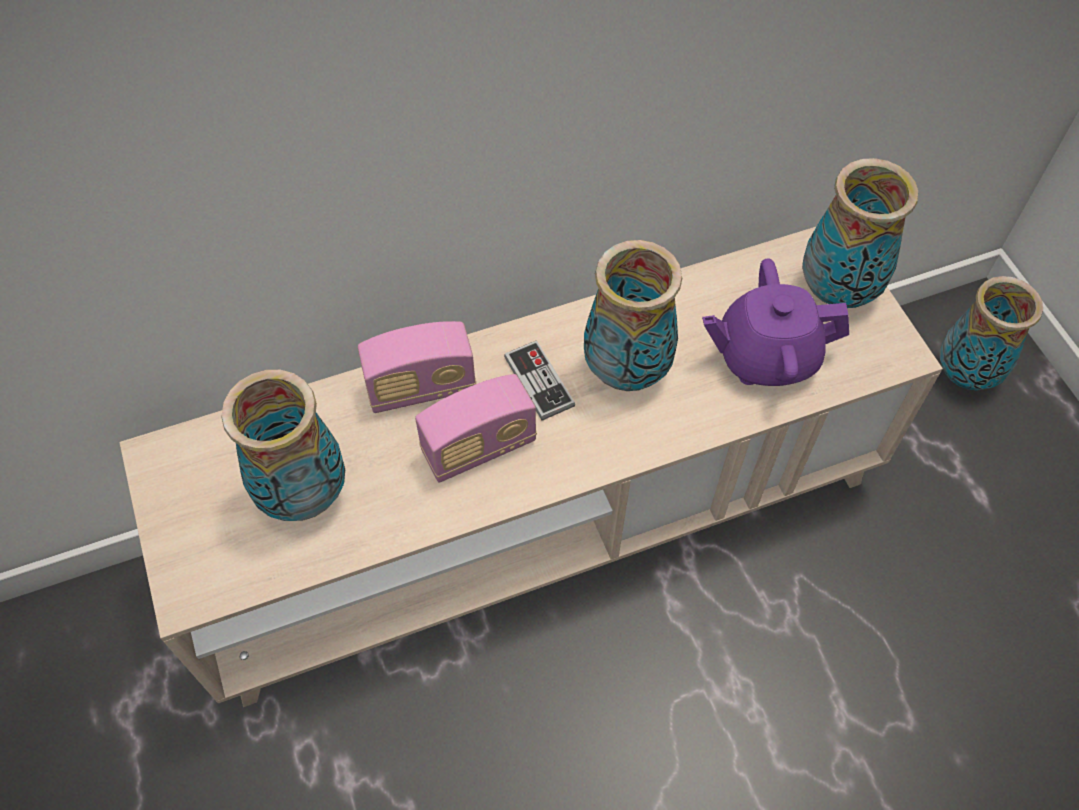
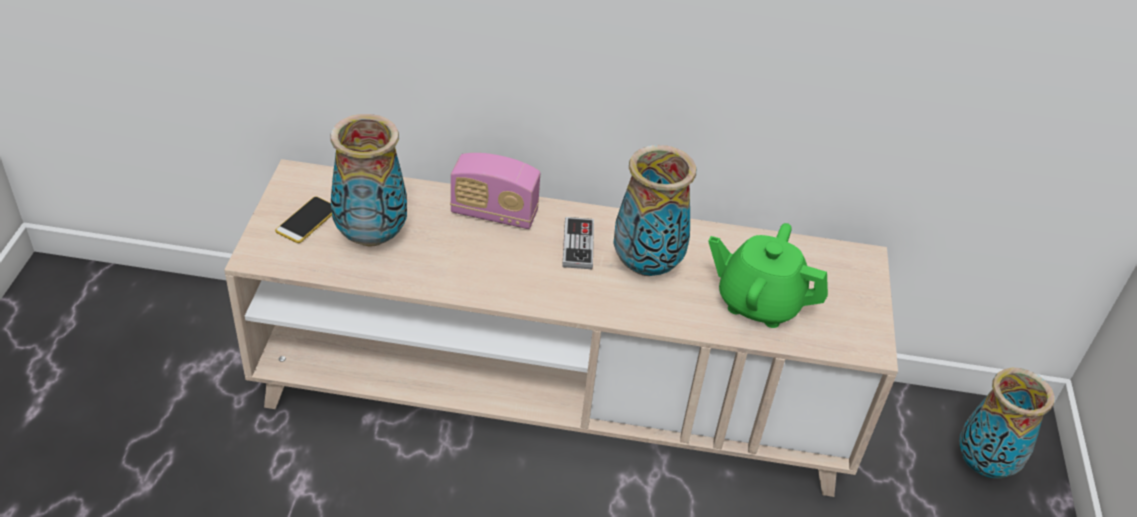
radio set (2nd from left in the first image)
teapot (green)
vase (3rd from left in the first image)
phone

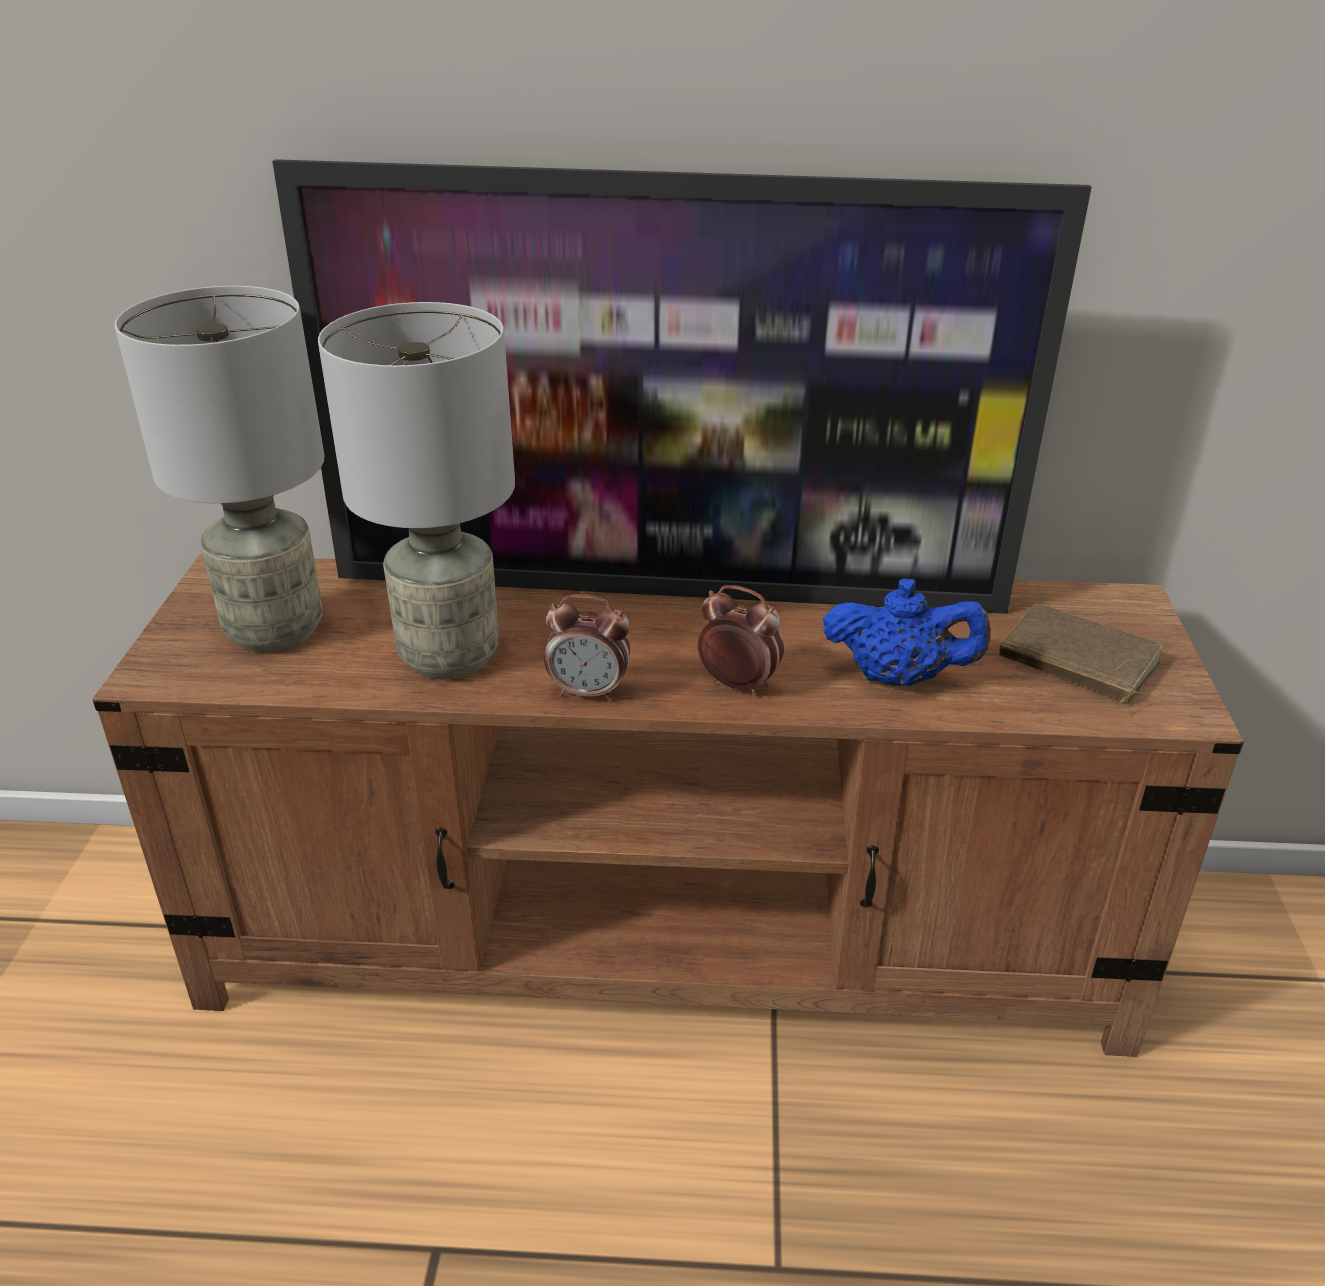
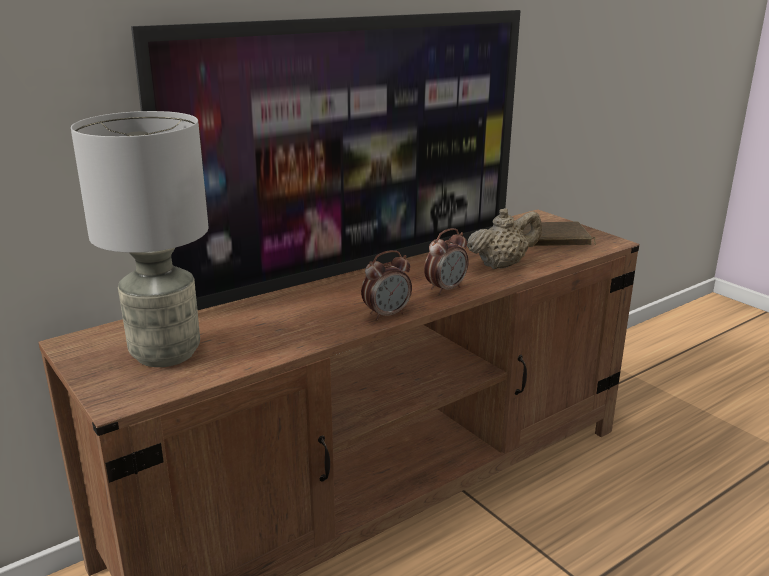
table lamp (gray) (2nd from left in the first image)
table clock (2nd from left)
teapot (beige-coloured)

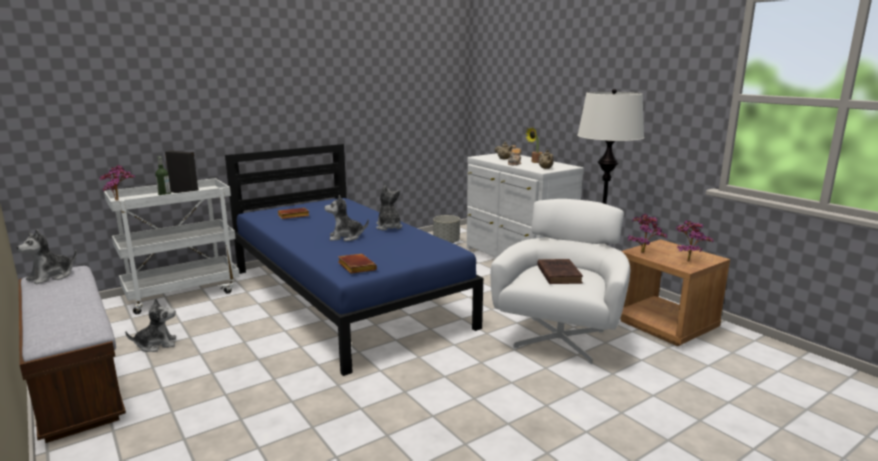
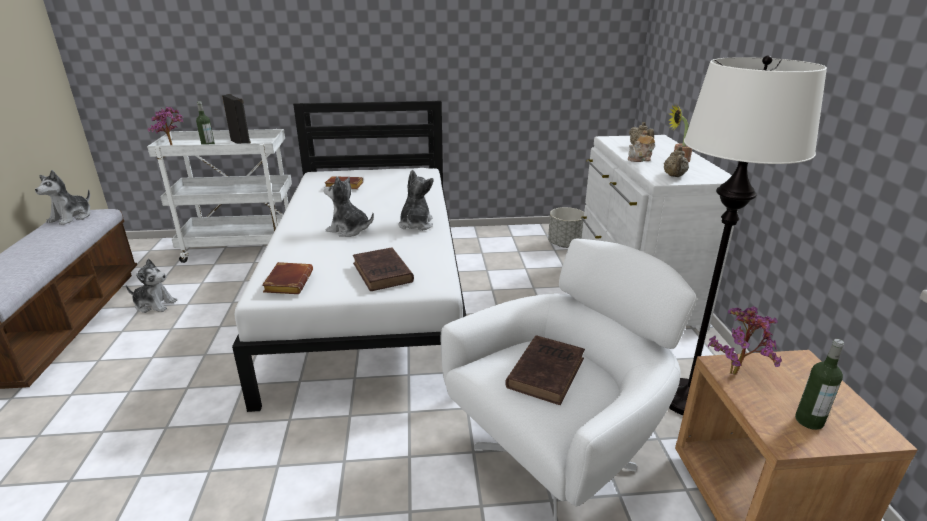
soft toy (1st from left)
sleeping bed (white-coloured)
beverage bottle (2nd from left)
volume (brown-coloured) (3rd from left)

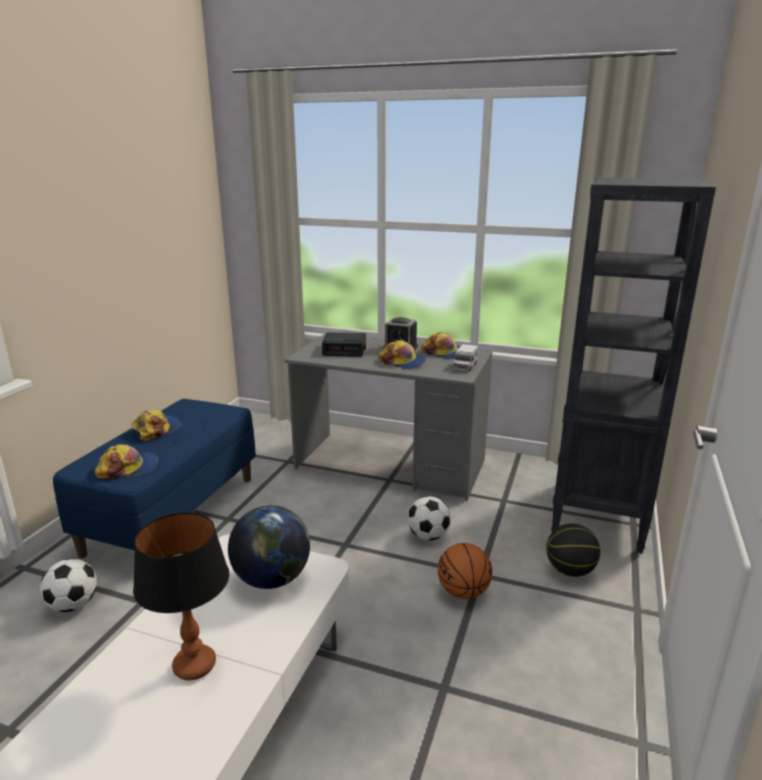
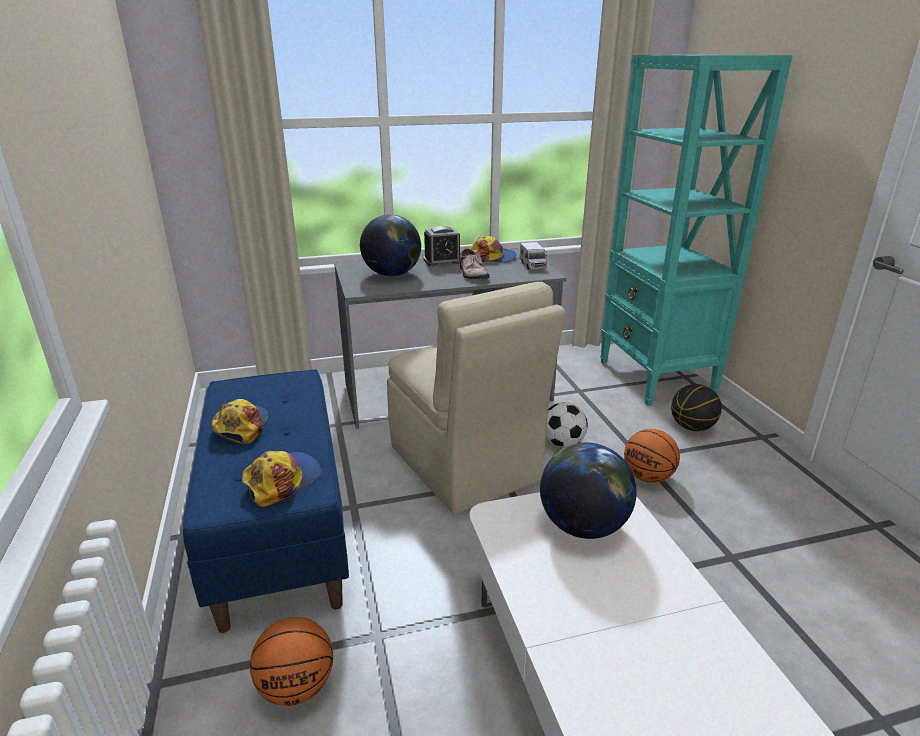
ball for basketball (1st from left)
table lamp
desk globe (1st from left)
low shoe
bookshelf (blue-green)
upright chair (beige-coloured)

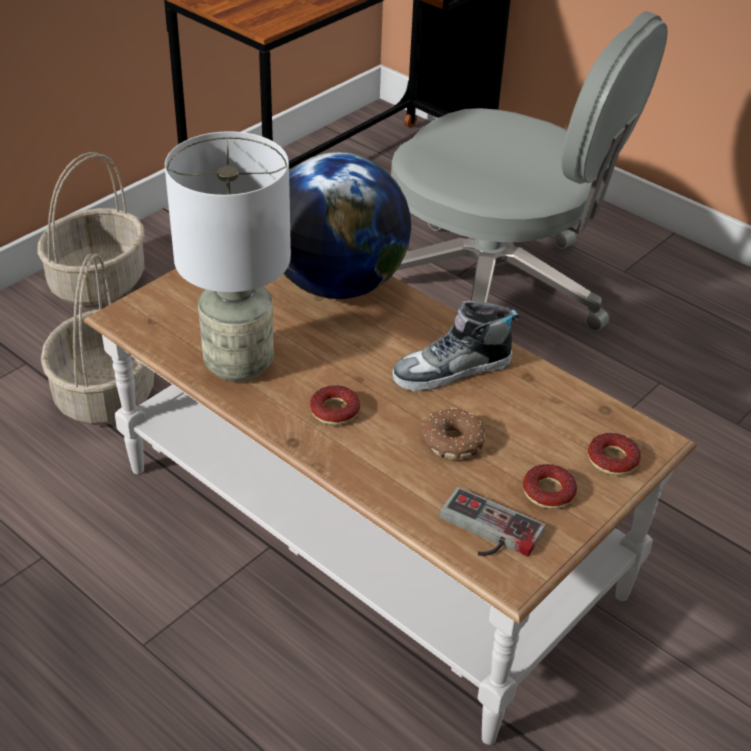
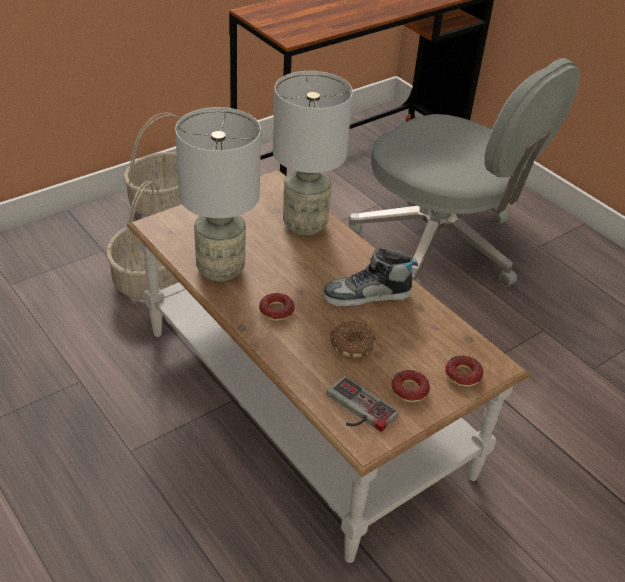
table lamp (gray) (2nd from left)

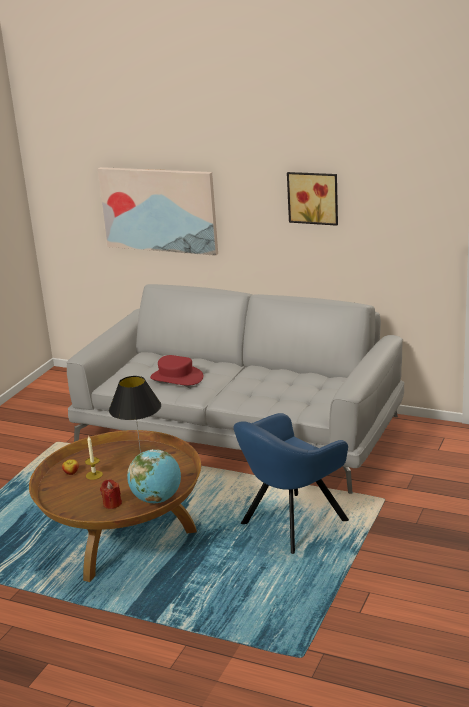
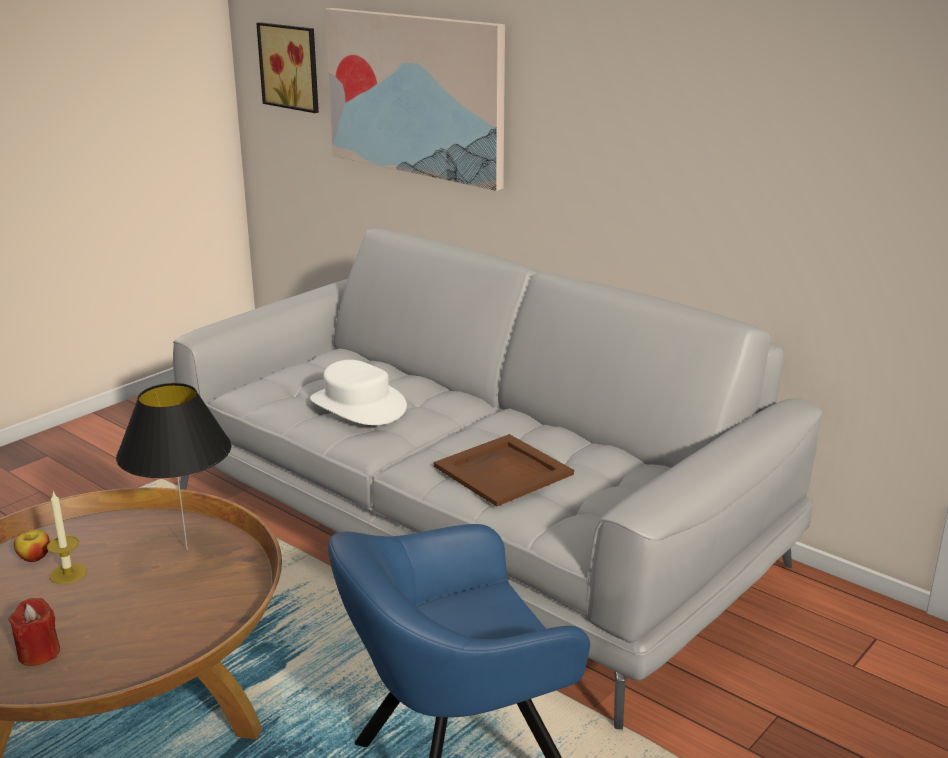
desk globe
clothing hat (white-coloured)
picture (1st from left)
tray (brown-coloured)

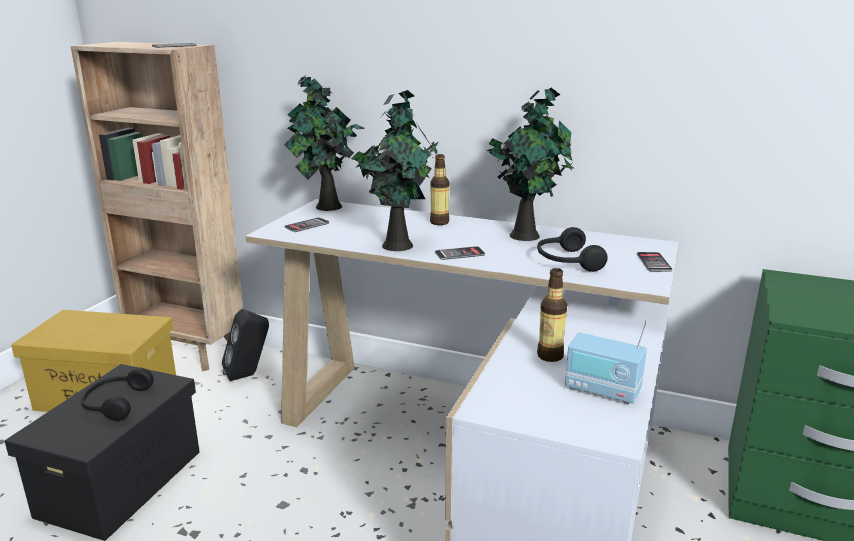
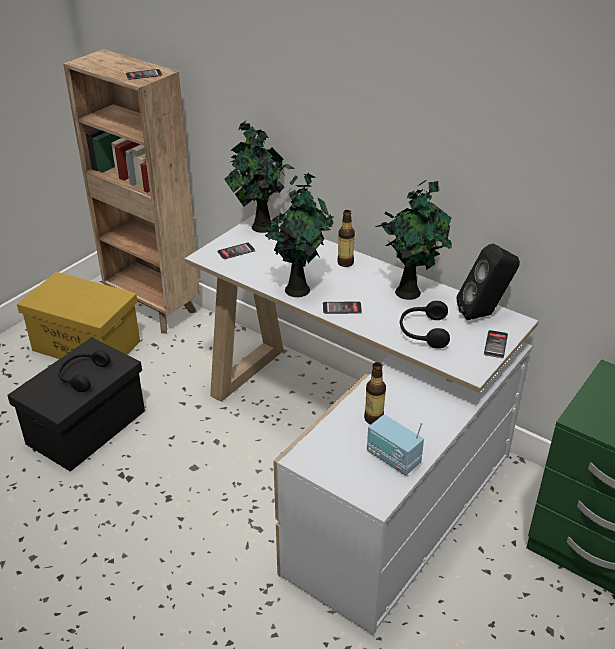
audio speaker (black)

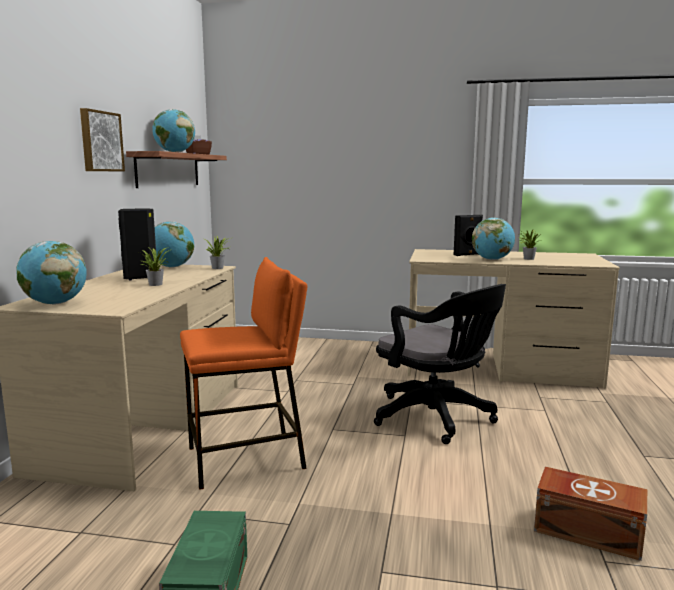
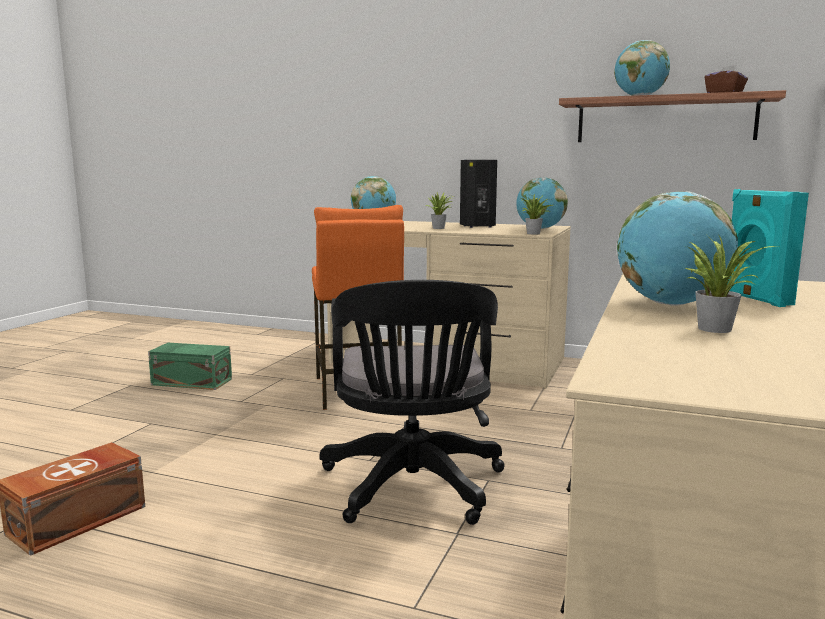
picture
computer chair (black)
audio speaker (blue-green)

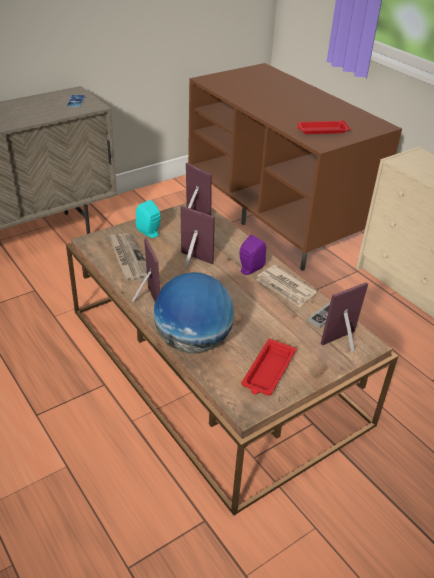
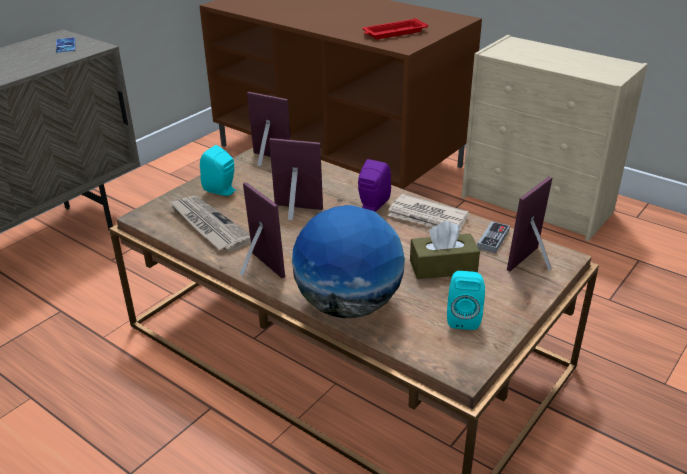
audio speaker (blue-green) (2nd from left)
tissue holder (brown-coloured)

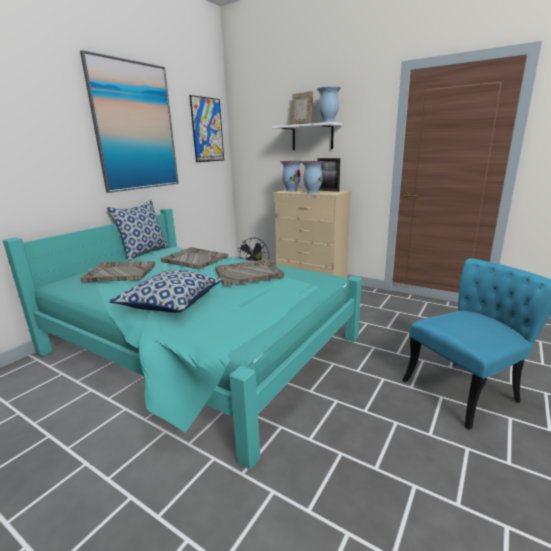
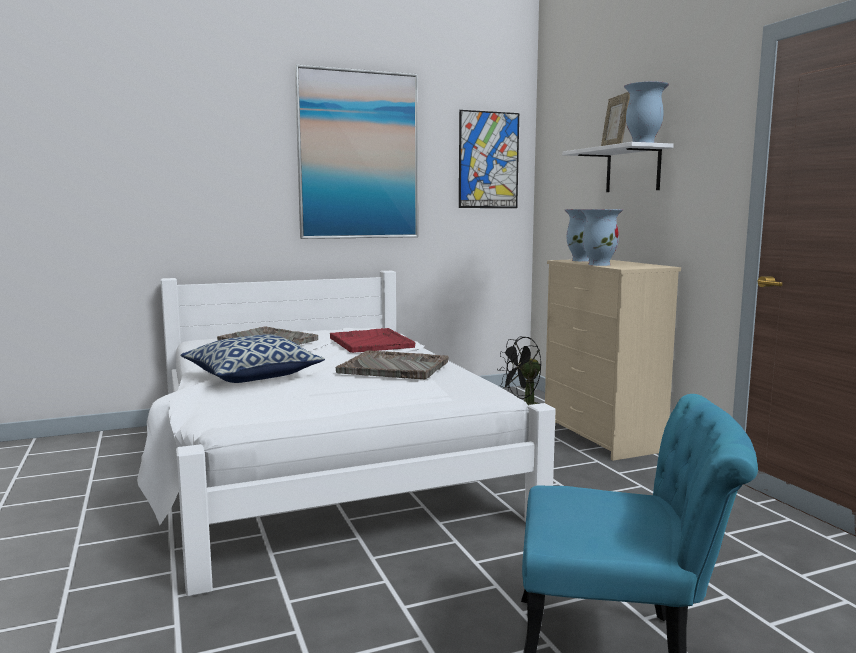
sleeping bed (white-coloured)
throw pillow (1st from left in the first image)
tray (red)
photo frame (2nd from left in the first image)

